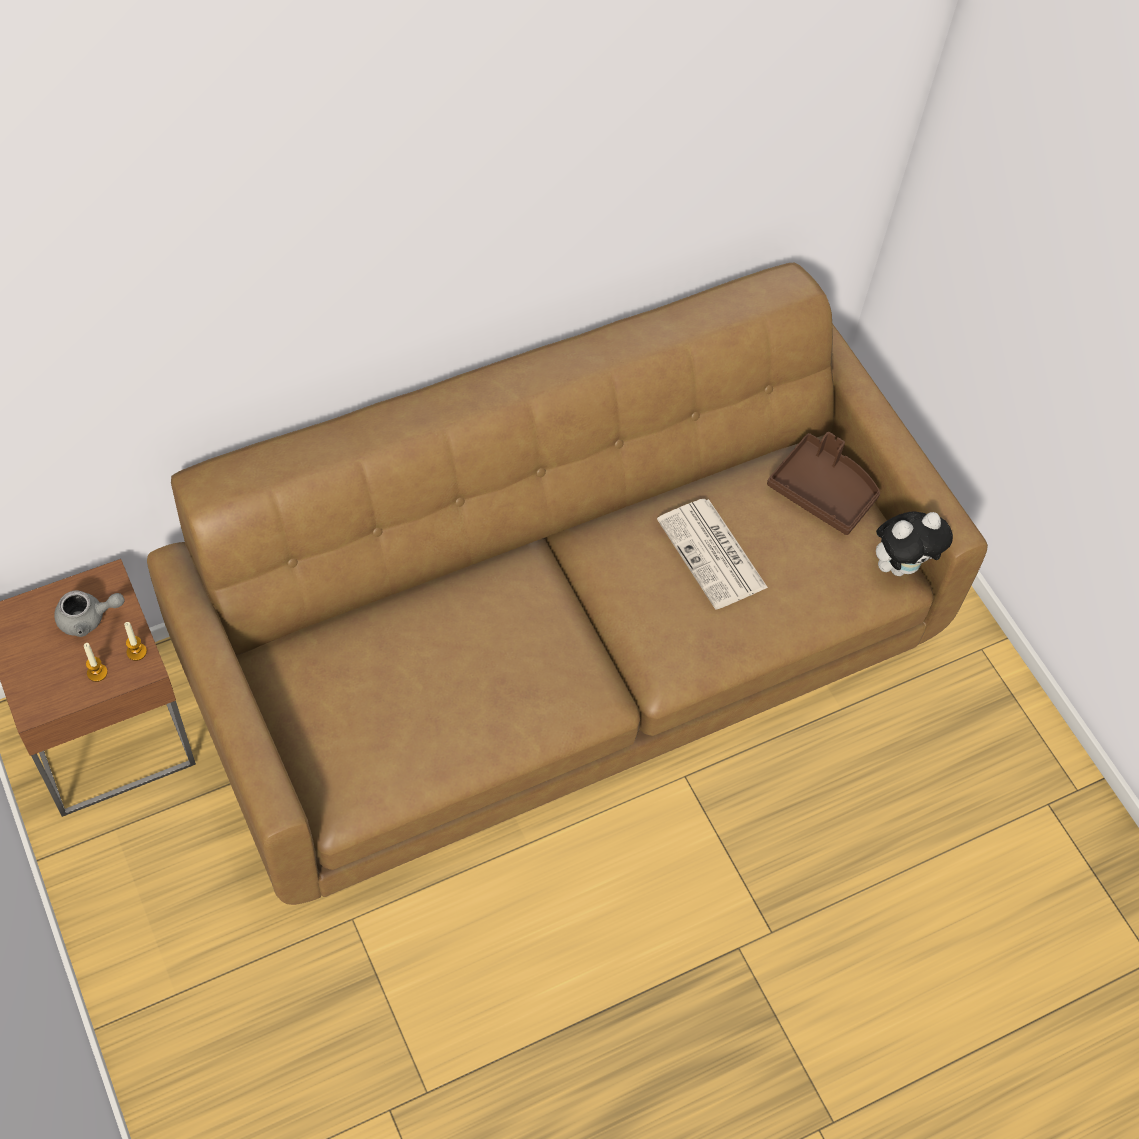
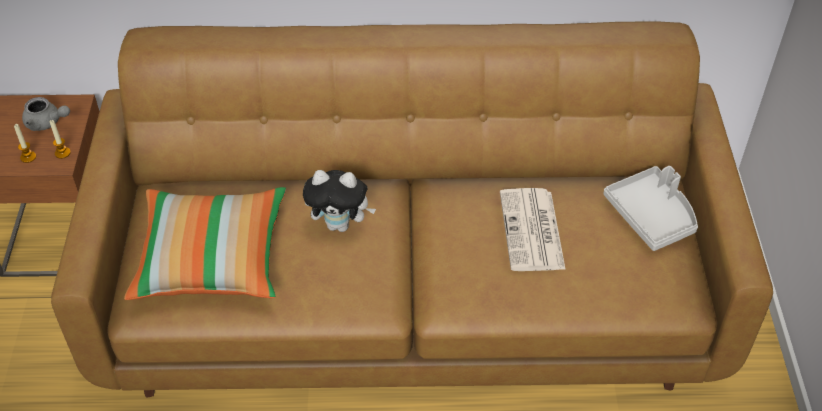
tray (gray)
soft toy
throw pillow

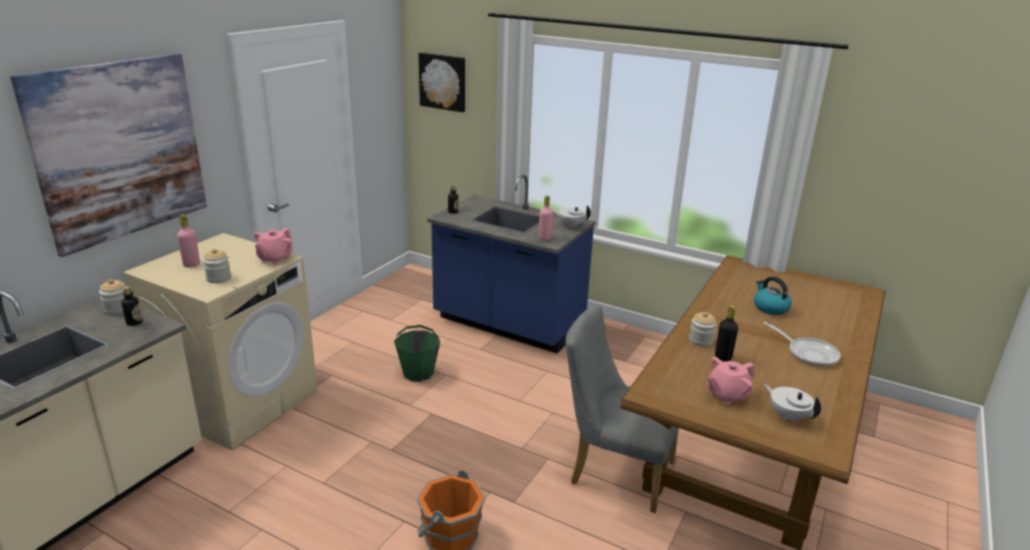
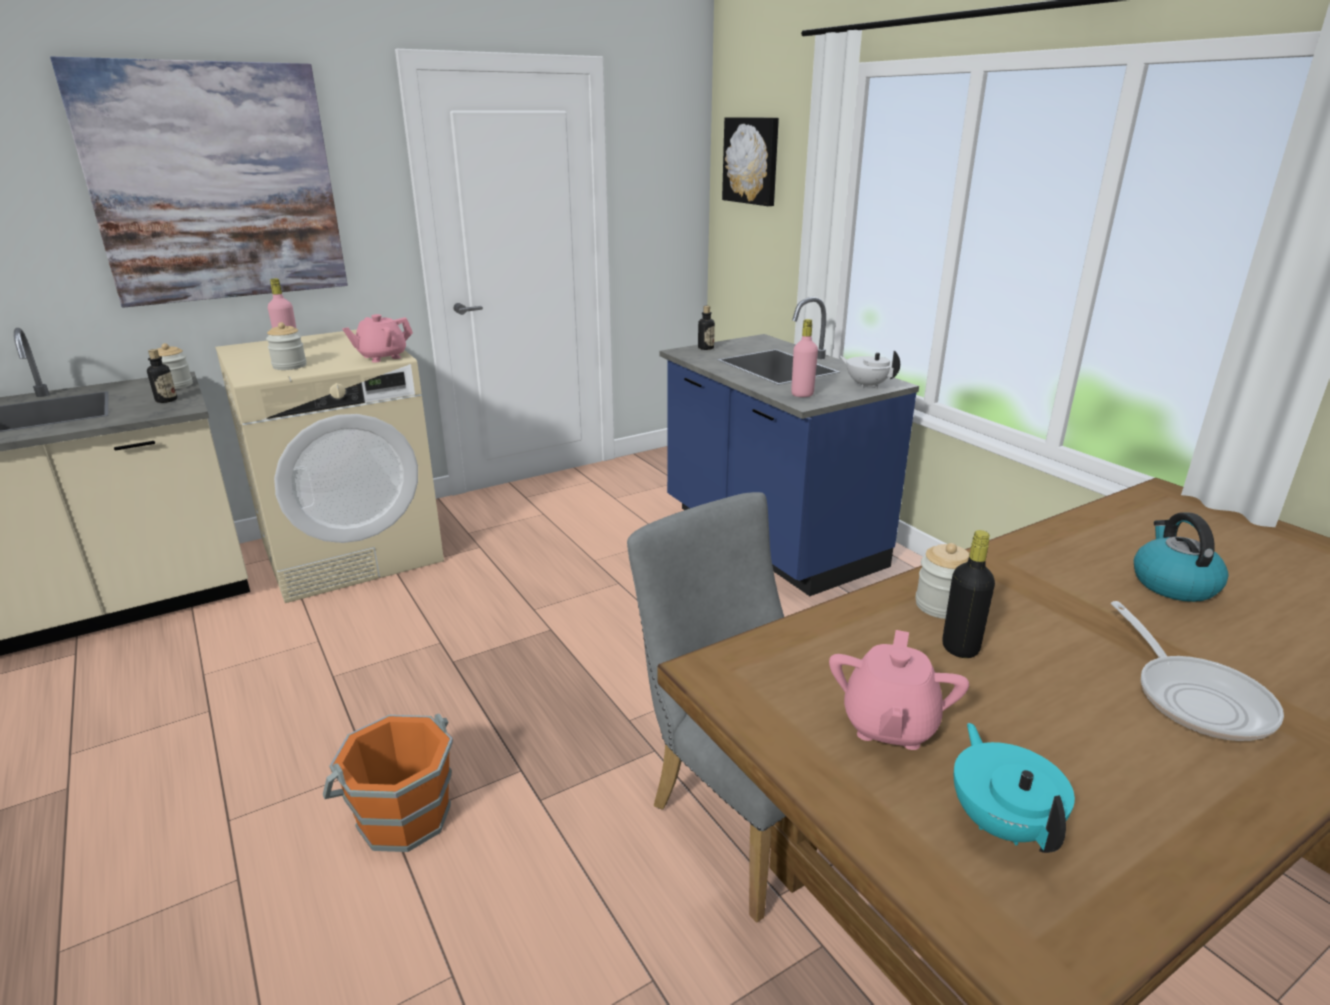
bucket (green)
teapot (pink) (2nd from left)
teapot (blue-green)

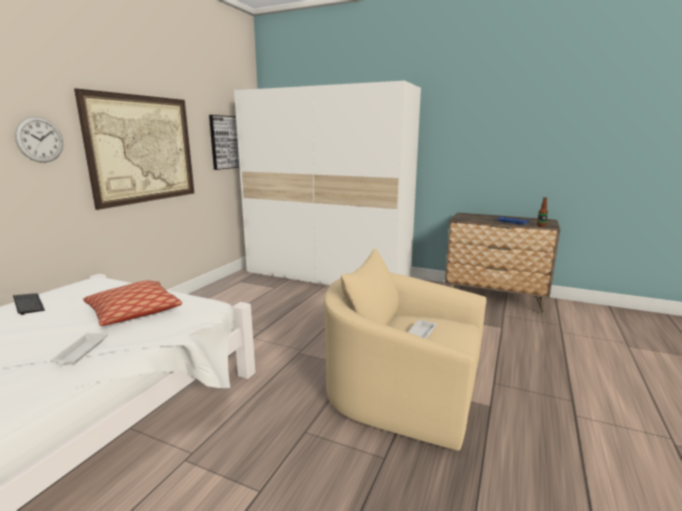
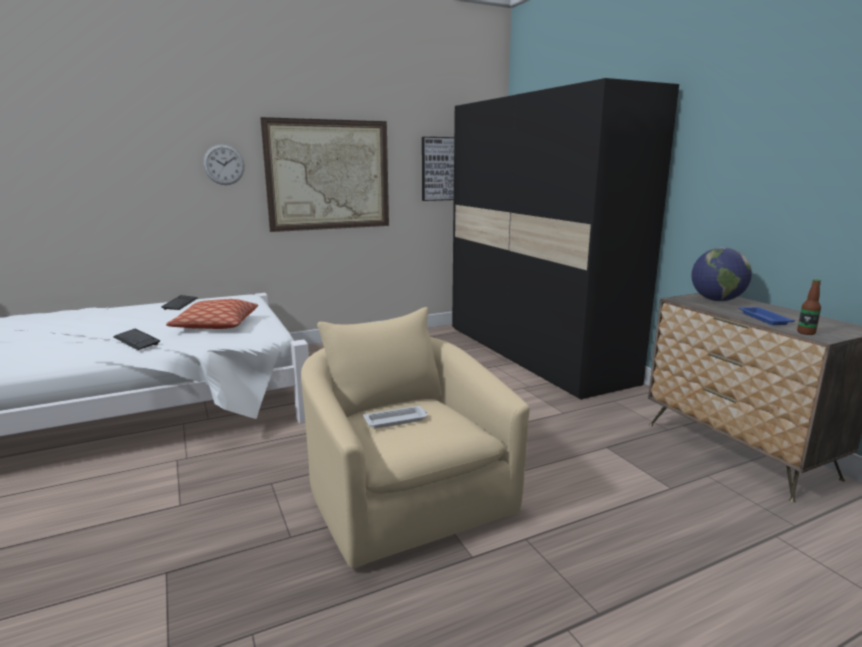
computer keyboard (1st from left)
wardrobe (black)
desk globe

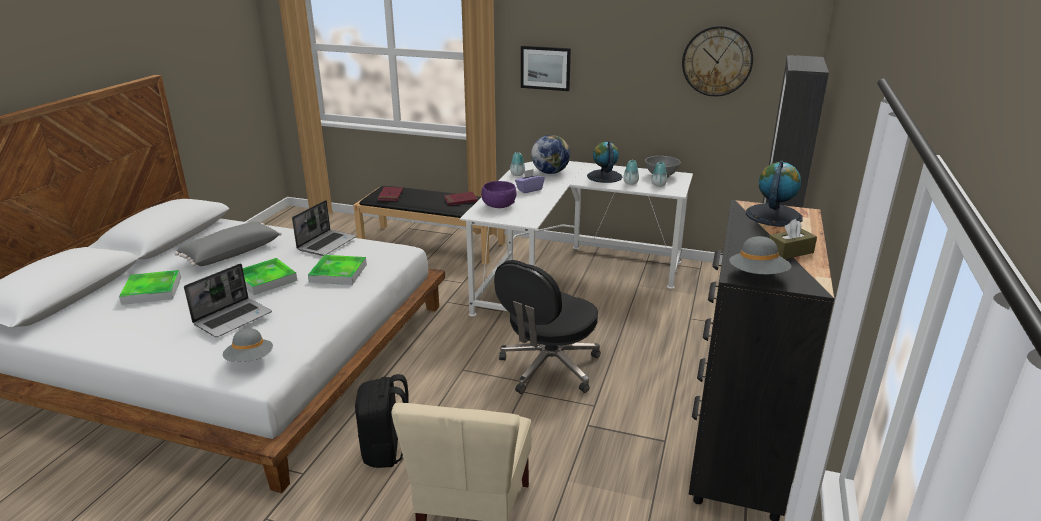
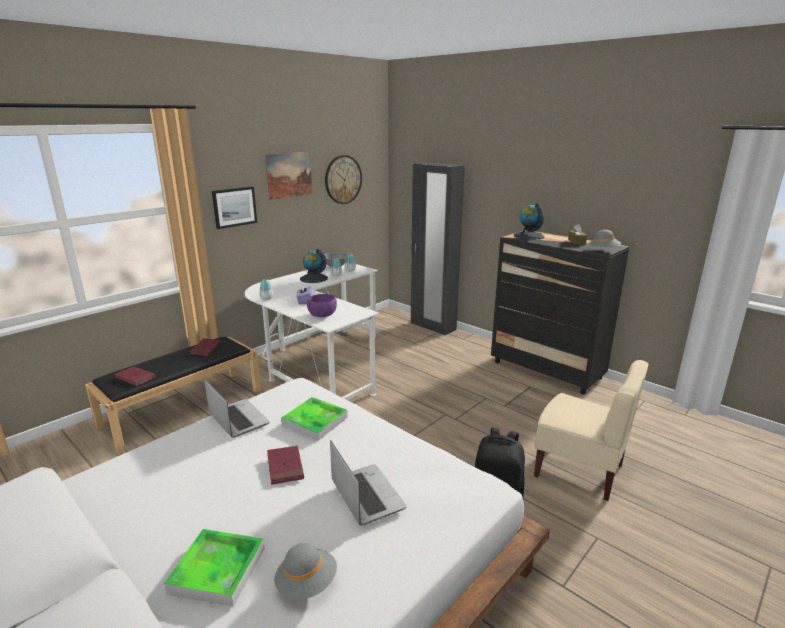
throw pillow (gray)
clothing hat (gray) (1st from left)
volume (red) (3rd from left)
computer chair (black)
desk globe (1st from left in the first image)
picture (2nd from left)

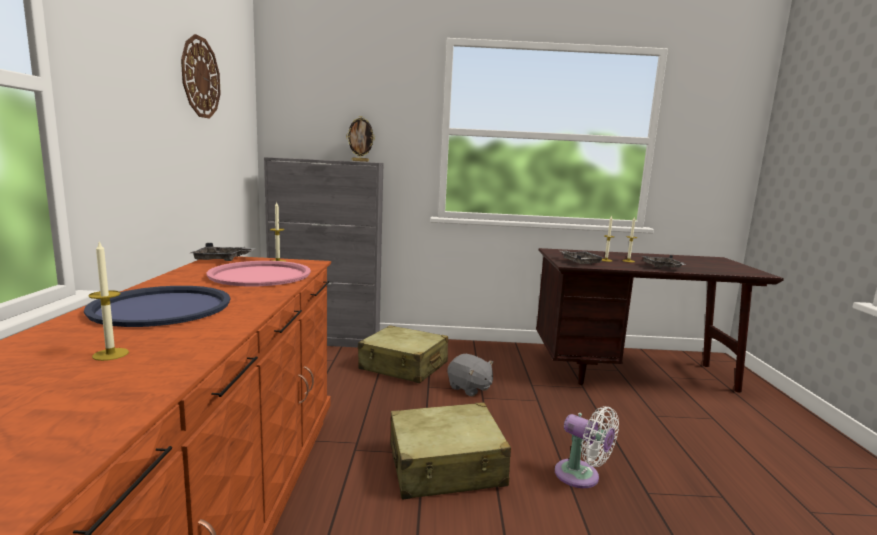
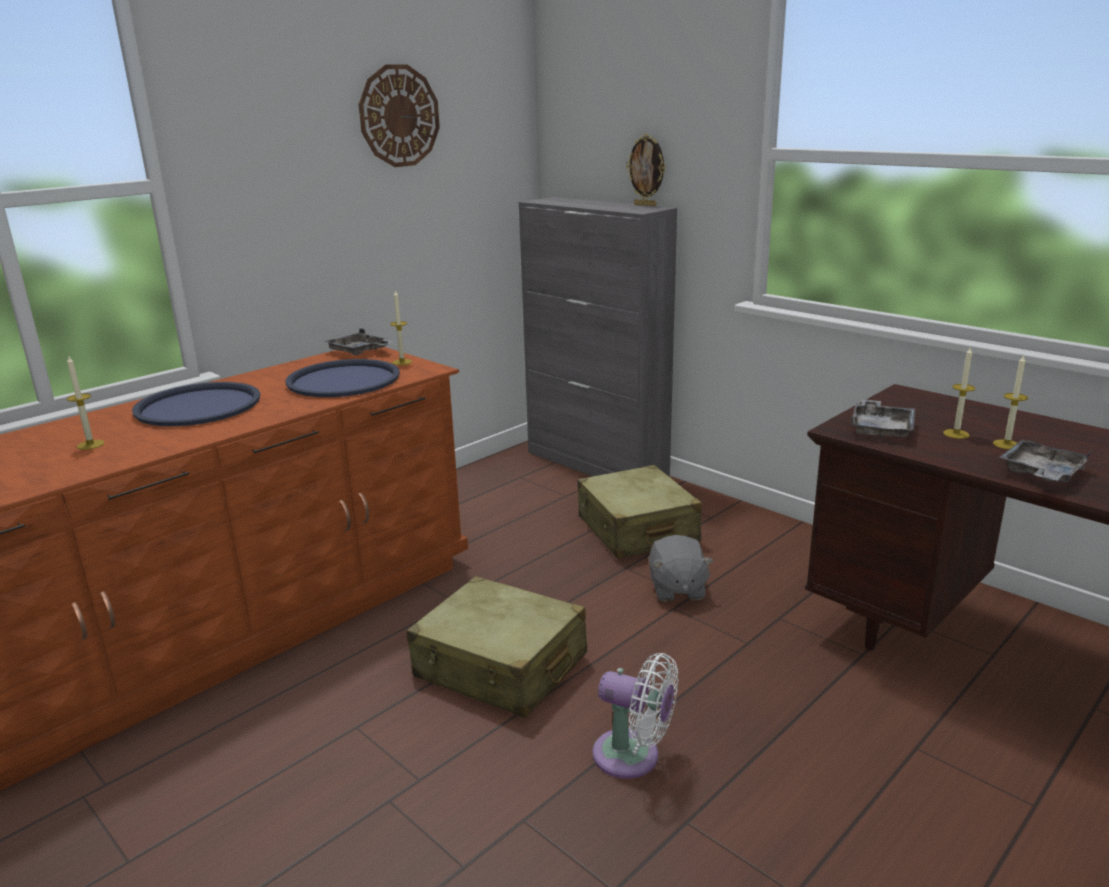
tray (blue-coloured) (2nd from left)
electric fan (white-coloured)

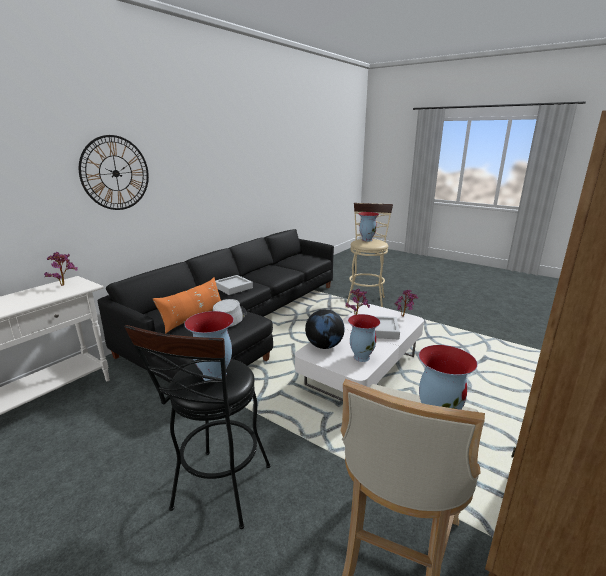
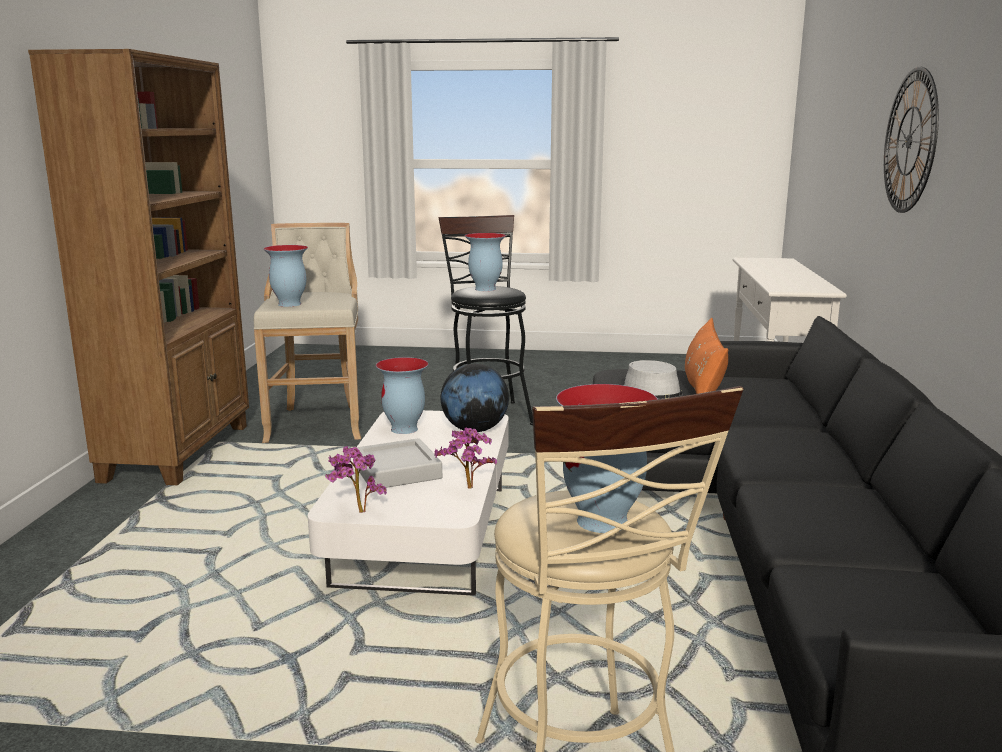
plant in a pot (1st from left in the first image)
tray (gray) (1st from left in the first image)

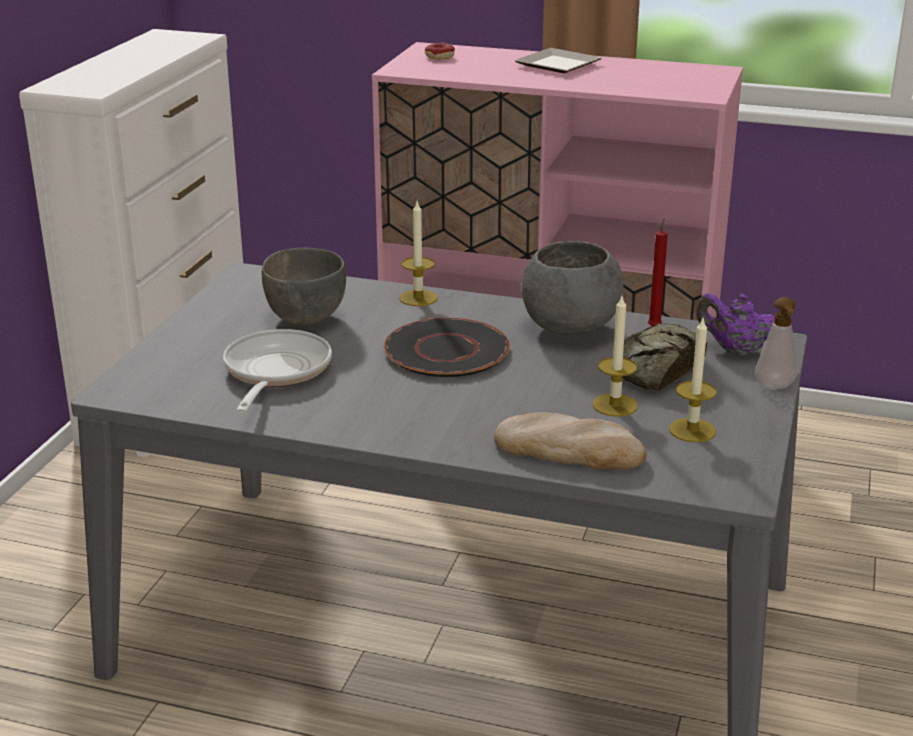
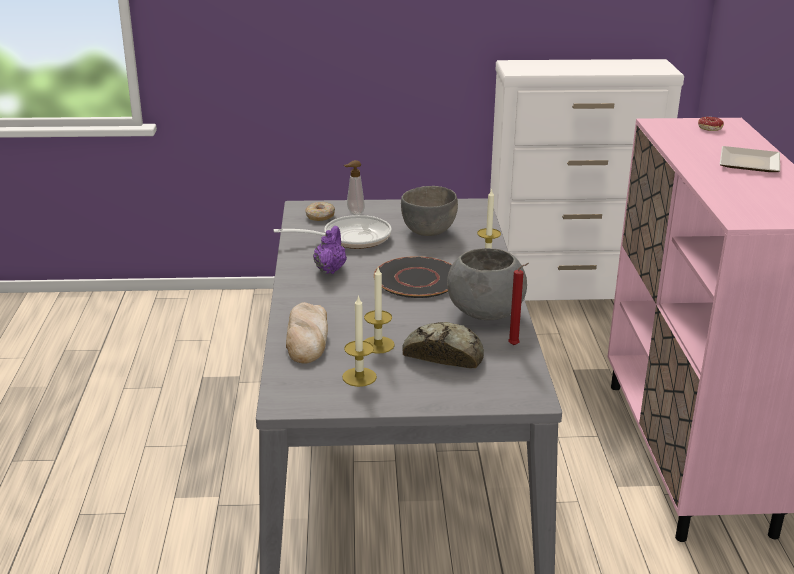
teapot (purple)
soap dispenser
donut (1st from left)

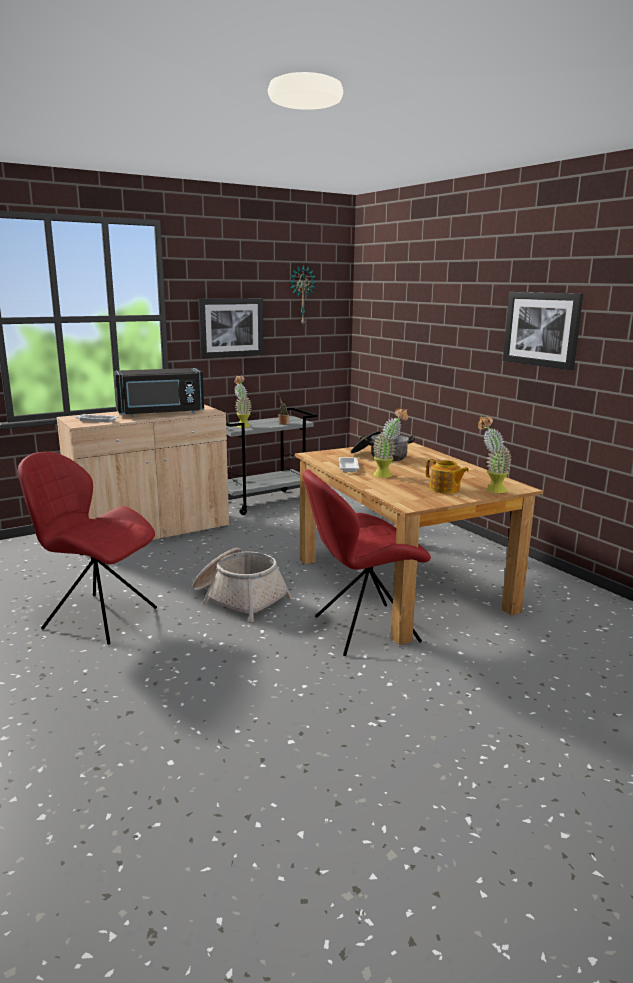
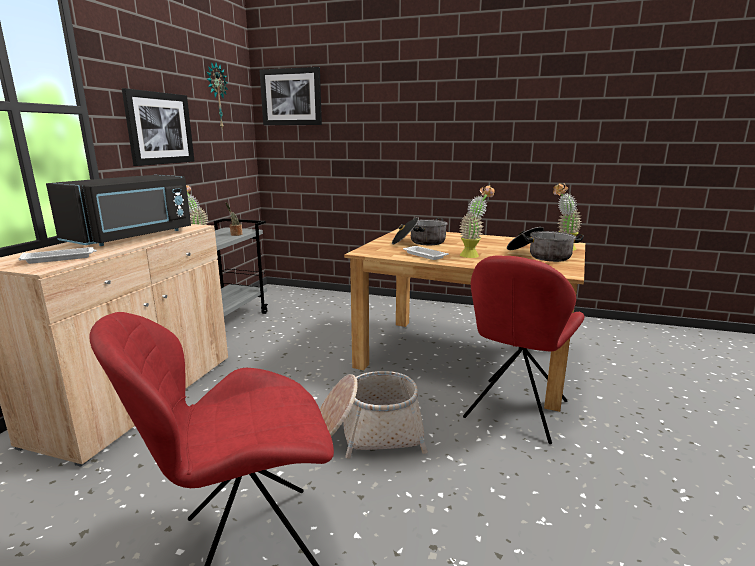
saucepot (2nd from left)
picture (2nd from left)

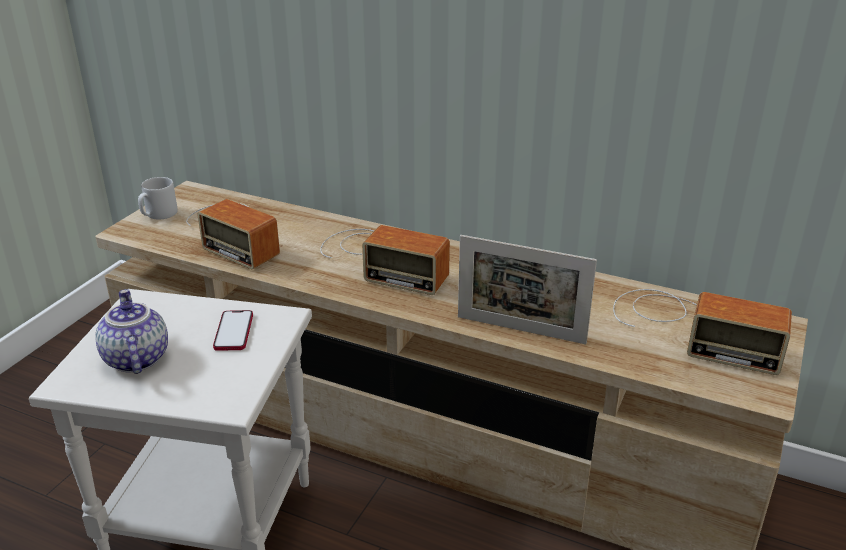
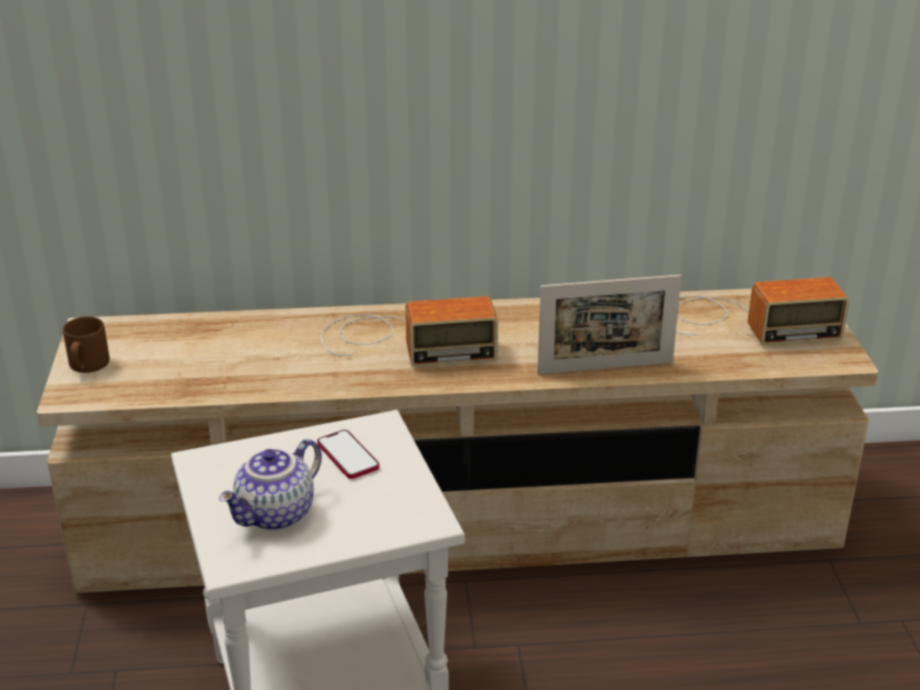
teapot
coffee mug (brown-coloured)
radio set (1st from left in the first image)

